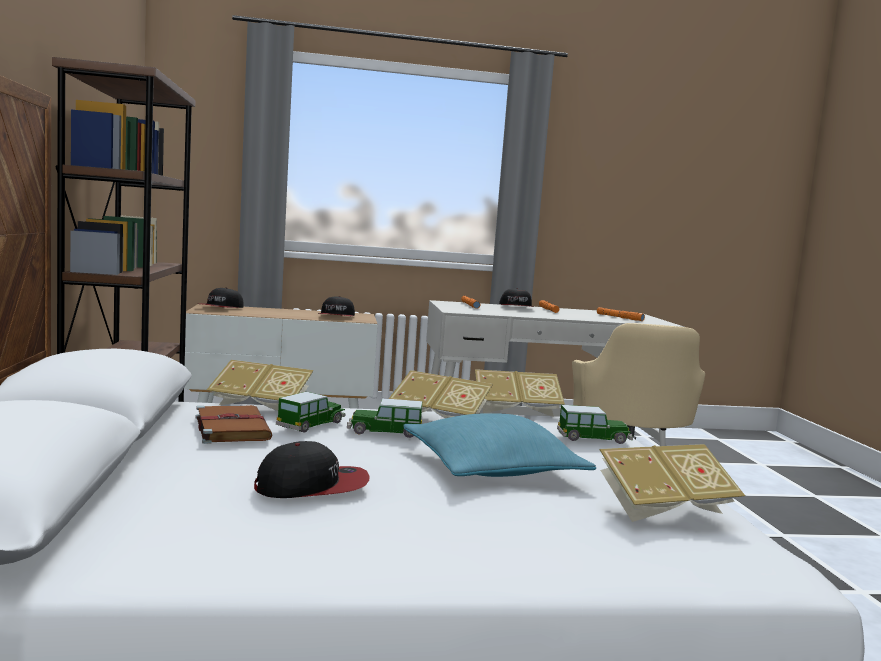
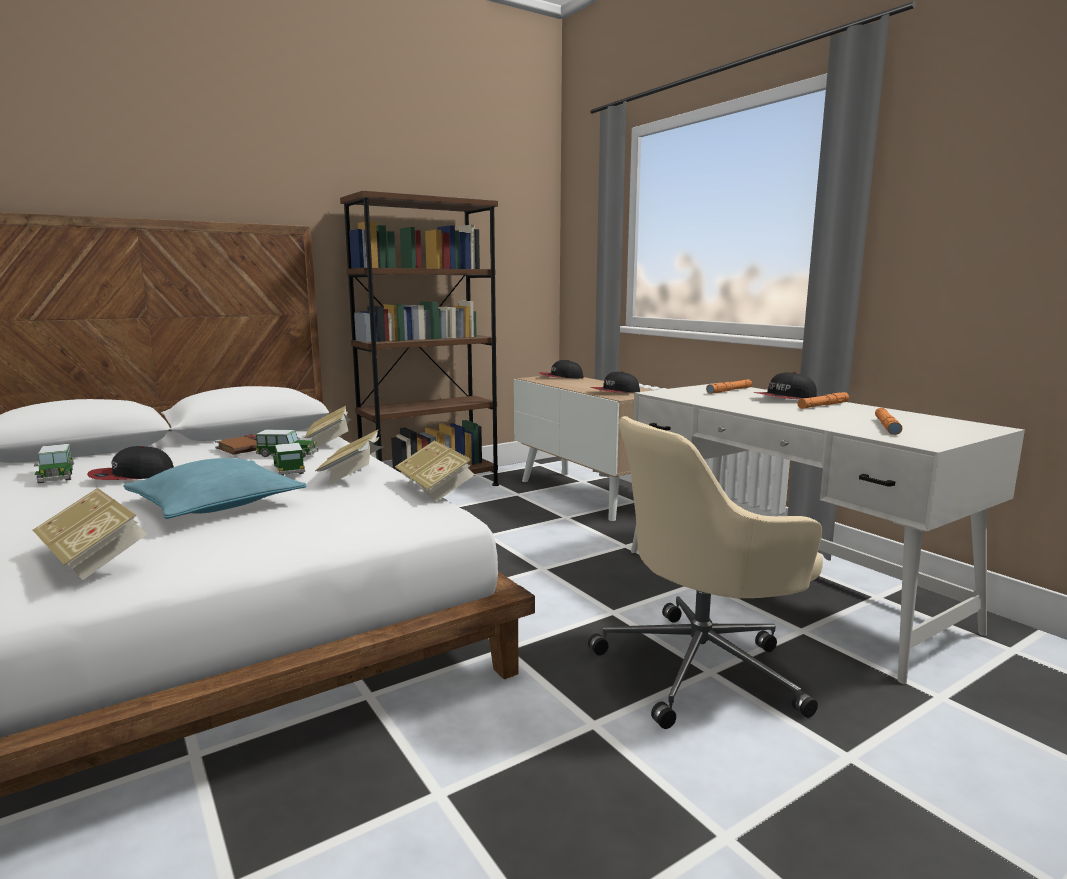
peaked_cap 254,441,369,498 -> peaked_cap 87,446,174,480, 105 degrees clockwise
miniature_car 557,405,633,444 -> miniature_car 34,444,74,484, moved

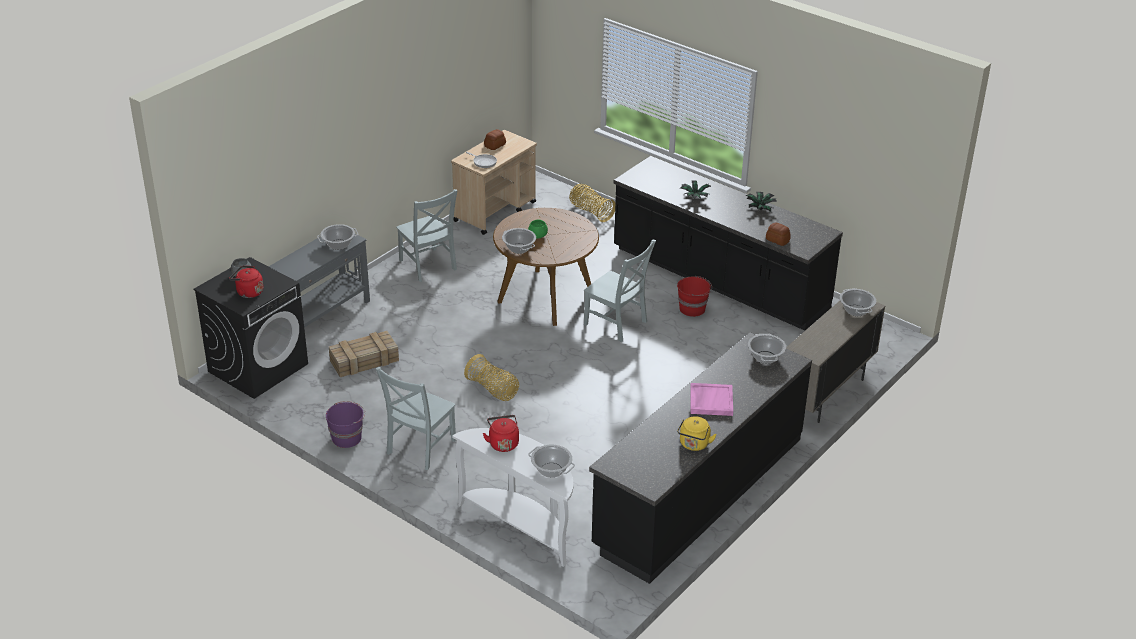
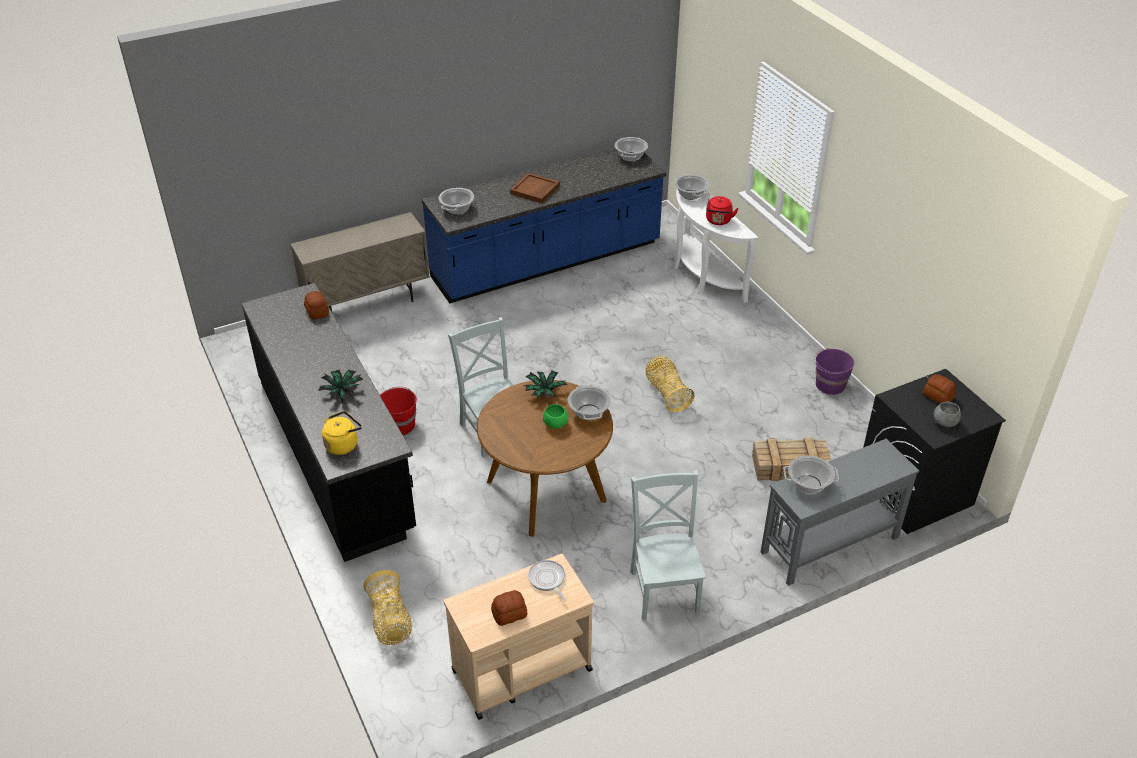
red_kettle 229,266,263,298 -> bread 923,374,956,404
greyish_chair 376,367,456,470 -> none
black_kitchen_base_unit 589,332,812,584 -> blue_kitchen_base_unit 422,148,666,304
yellowish_kettle 677,416,717,451 -> yellowish_kettle 322,411,362,455, moved
pinkish_carrying_tray 690,383,733,416 -> brown_carrying_tray 510,173,560,203
plant_in_a_pot 745,192,777,212 -> plant_in_a_pot 524,370,568,399, moved
saucepot 840,288,876,316 -> saucepot 615,137,648,162, moved

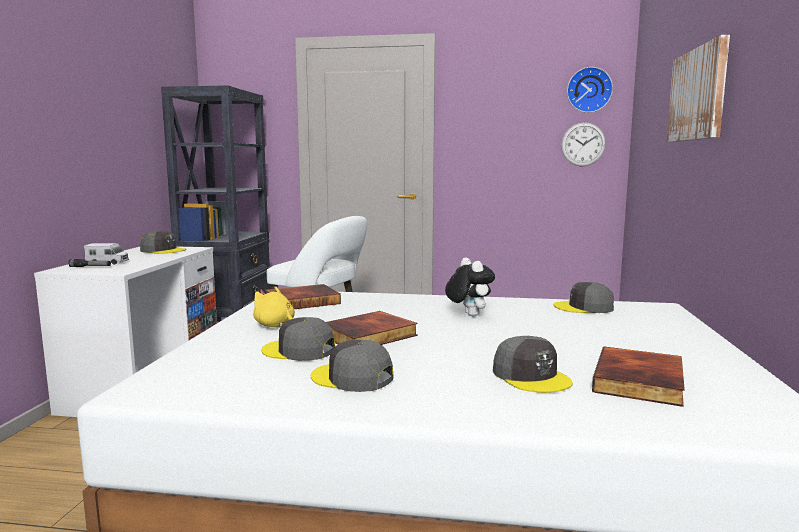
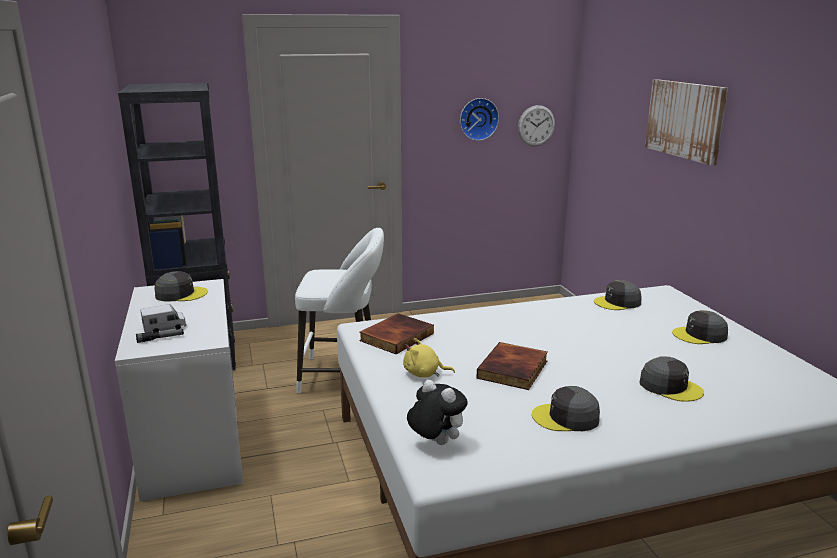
greyish_peaked_cap 261,317,335,361 -> greyish_peaked_cap 672,310,728,344, moved
soft_toy 445,258,495,316 -> soft_toy 407,380,468,445, moved
wall_clock 567,67,613,113 -> wall_clock 460,98,499,141, moved
bound_book 592,346,685,407 -> none

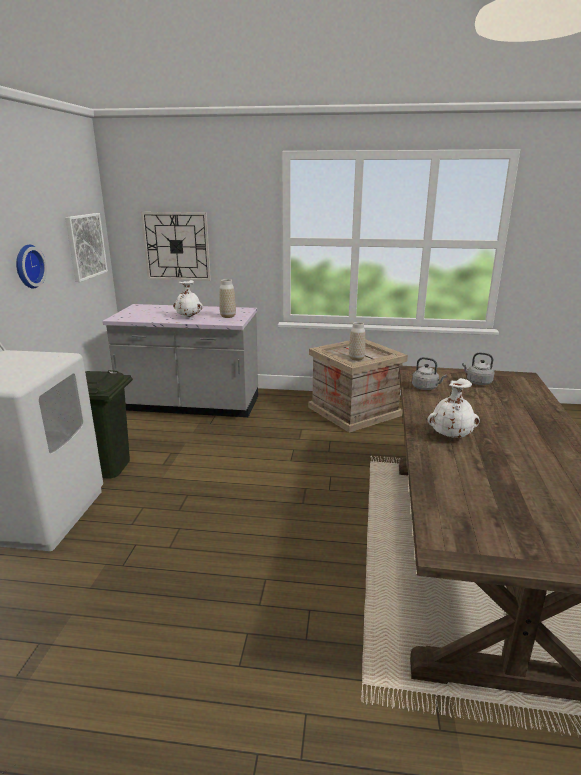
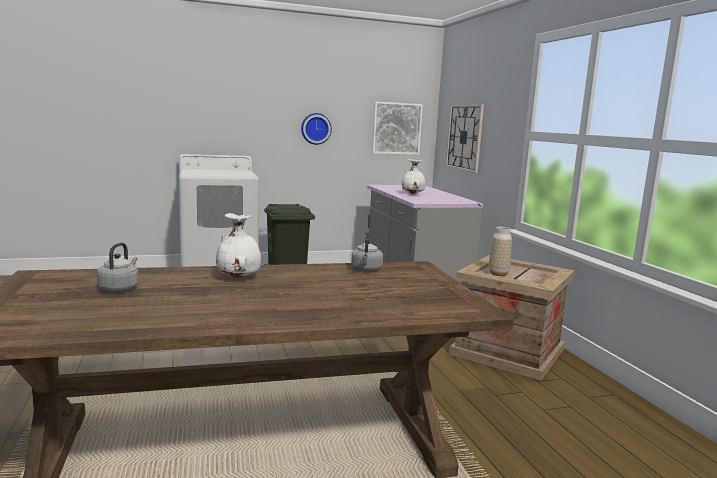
flower_vase 219,279,236,318 -> none
greyish_kettle 462,352,494,385 -> greyish_kettle 97,242,138,292, moved

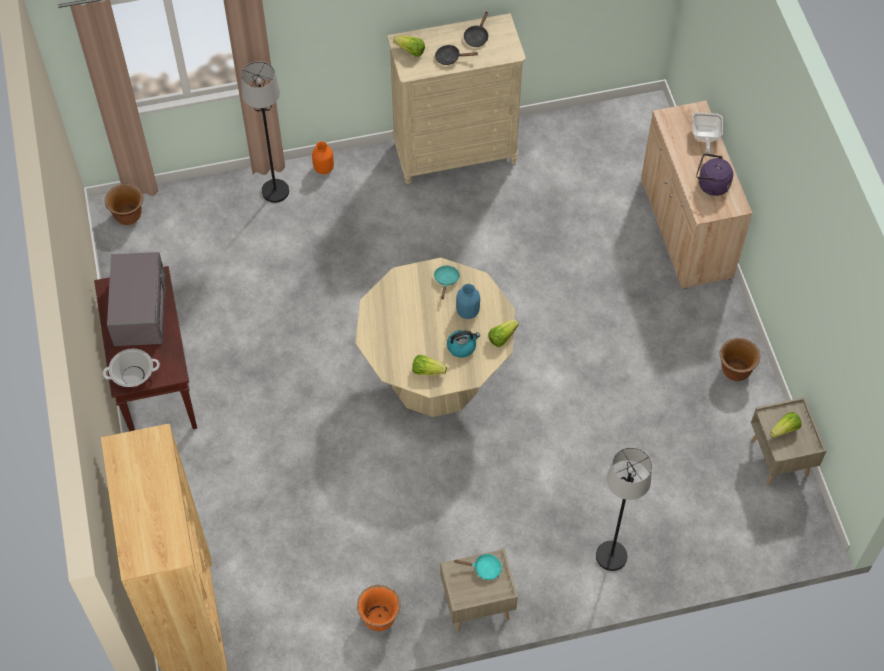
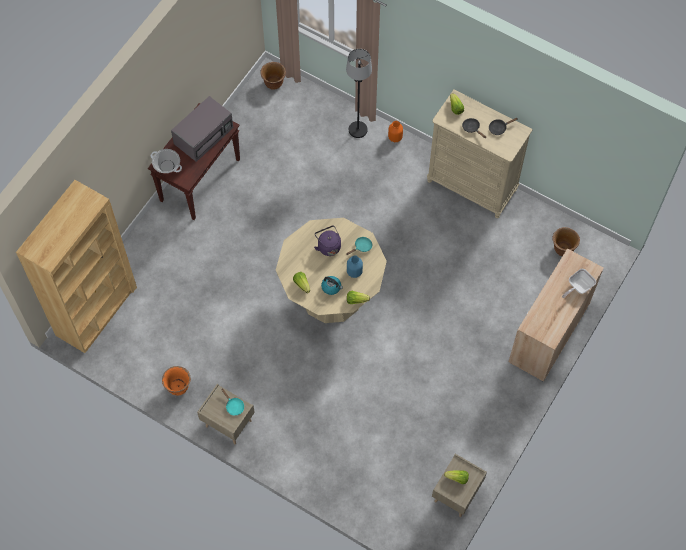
black_standing_lamp 596,447,652,571 -> none
purple_kettle 696,153,733,196 -> purple_kettle 314,225,341,256, moved
brown_planter 720,338,760,381 -> brown_planter 553,227,580,256, moved

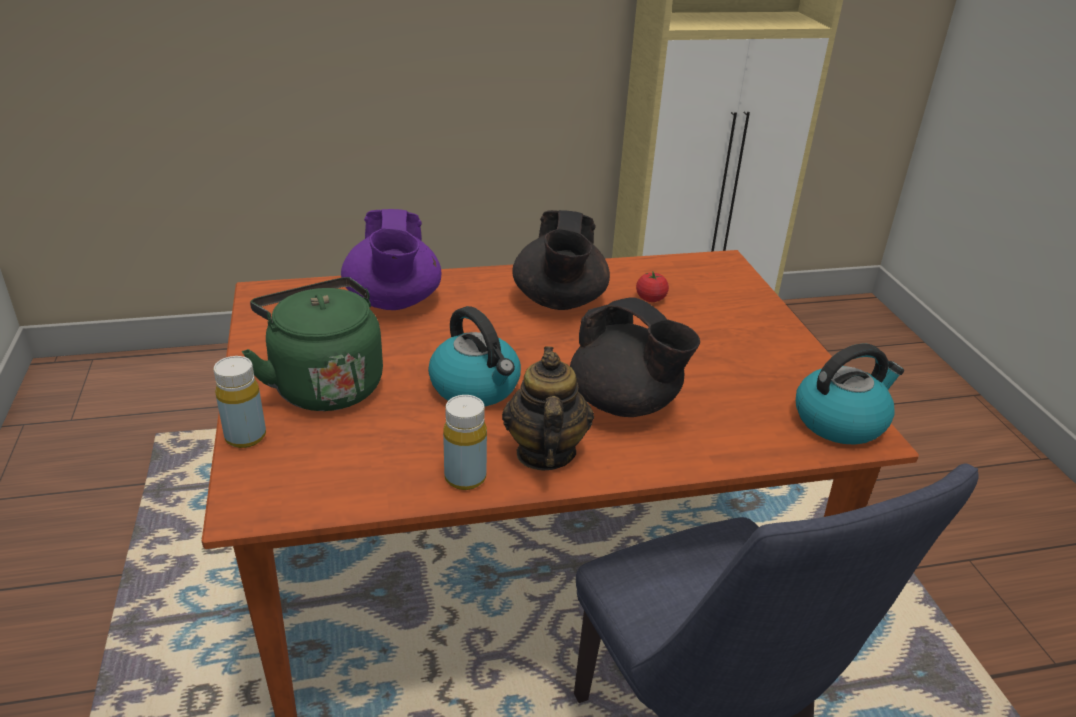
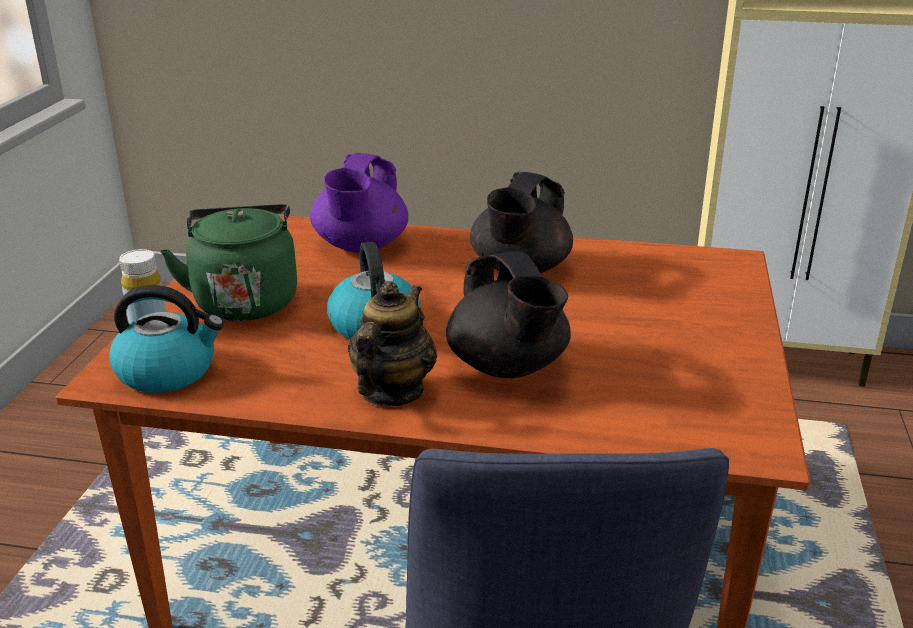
yellowish_drink_bottle 443,395,487,490 -> none
tomato 636,272,669,302 -> none
kettle 796,343,904,444 -> kettle 109,285,224,393, moved

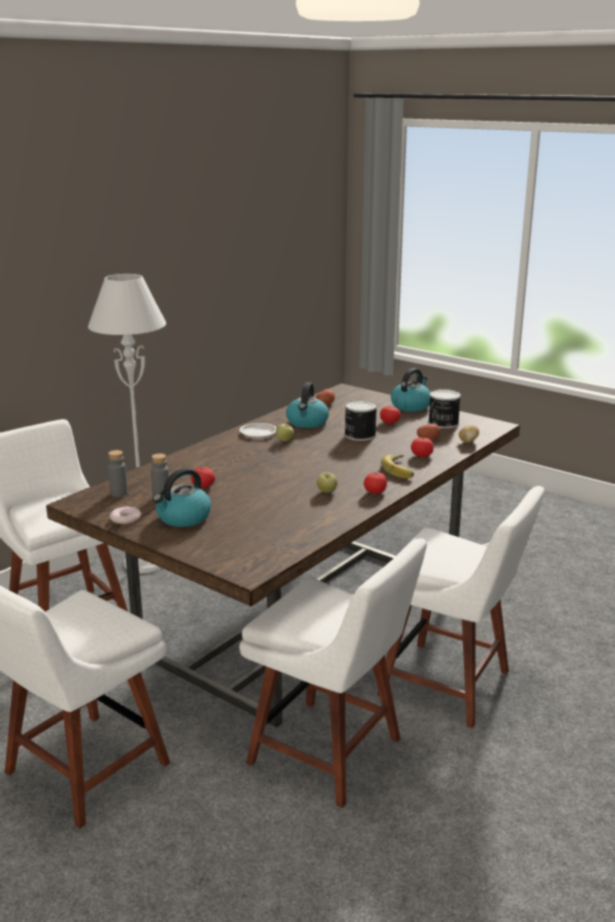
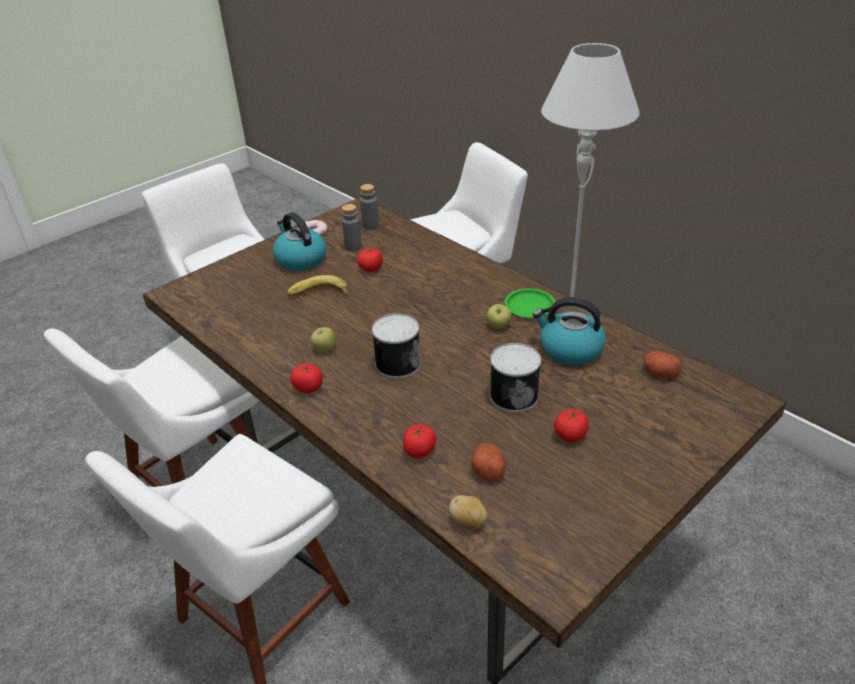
white-coloured_flat_dish 239,423,277,438 -> green-coloured_flat_dish 505,288,555,318
banana 381,455,414,478 -> banana 287,275,348,296, moved
kettle 391,368,430,412 -> none
metal_can 428,389,461,429 -> metal_can 372,314,421,379, moved

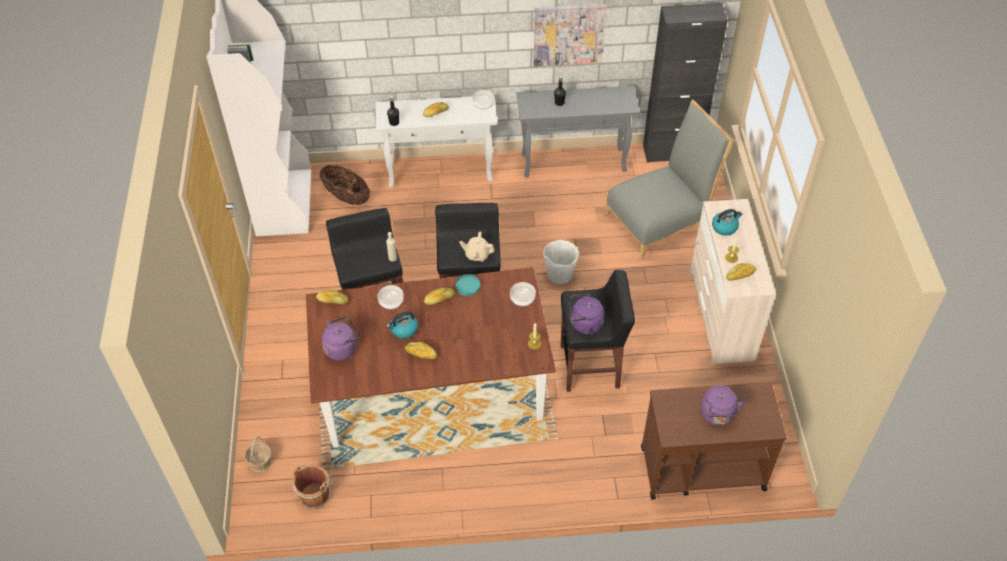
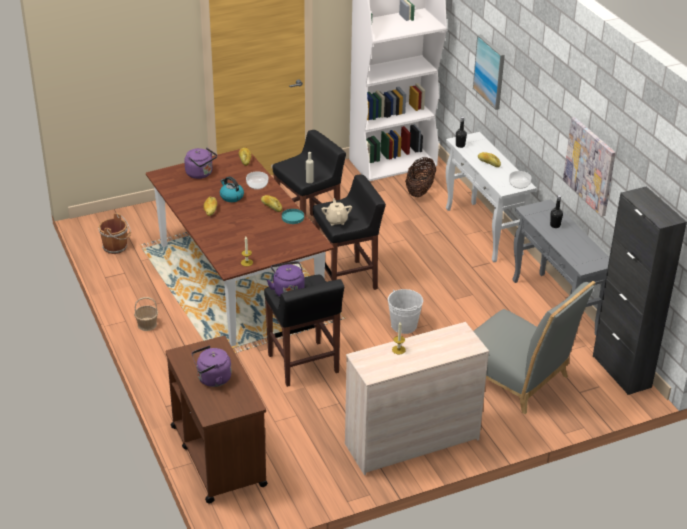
storage_basket 244,437,271,472 -> storage_basket 134,297,158,331, moved
serving_bowl 510,282,536,306 -> none
kettle 712,209,742,236 -> none
bread 726,263,756,281 -> none
none -> picture 473,34,505,110

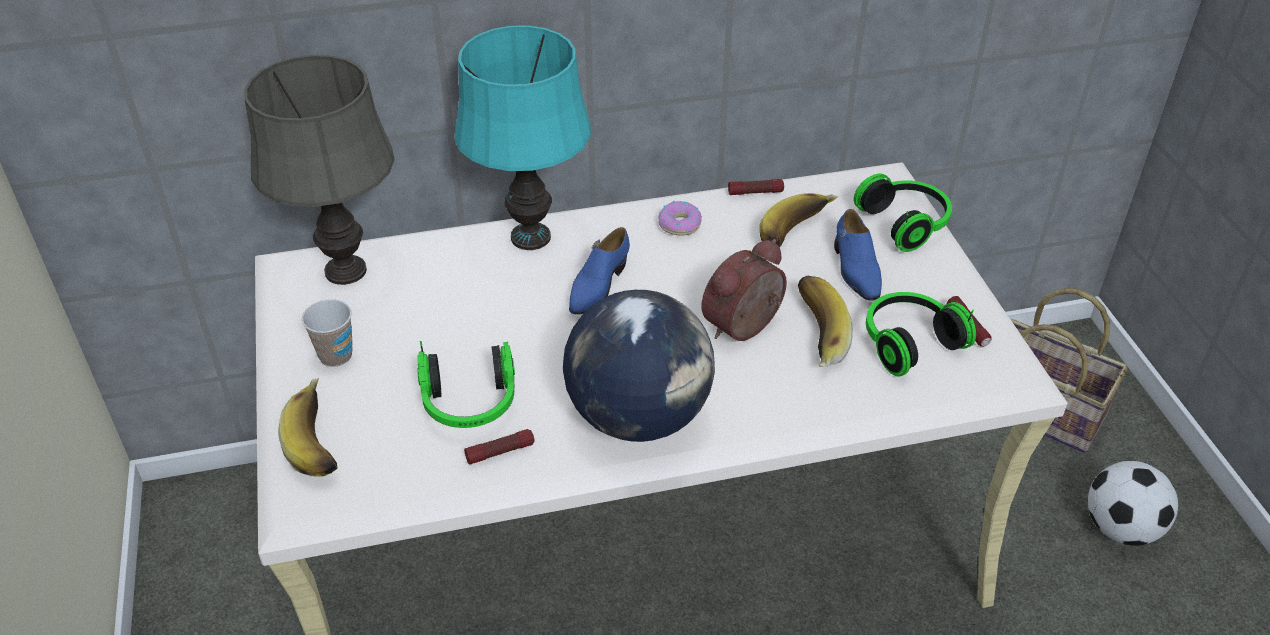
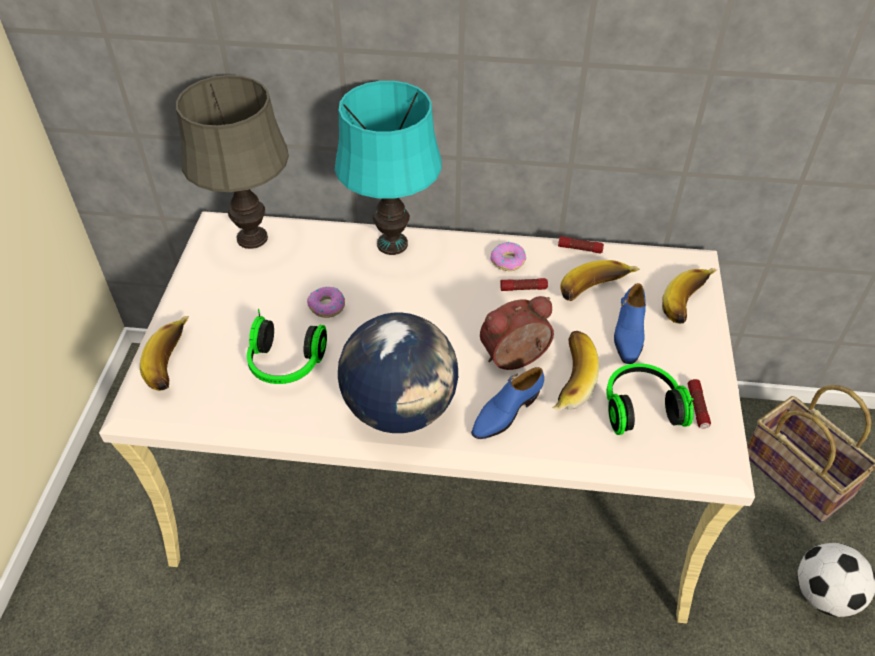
small_cup 302,299,353,367 -> none
torch 464,429,535,465 -> torch 500,278,548,291, moved
blue_item_of_footwear 569,227,630,315 -> blue_item_of_footwear 471,367,544,439, moved
headphones 854,174,952,252 -> banana 662,268,717,324
none -> ring_doughnut 307,287,345,318

